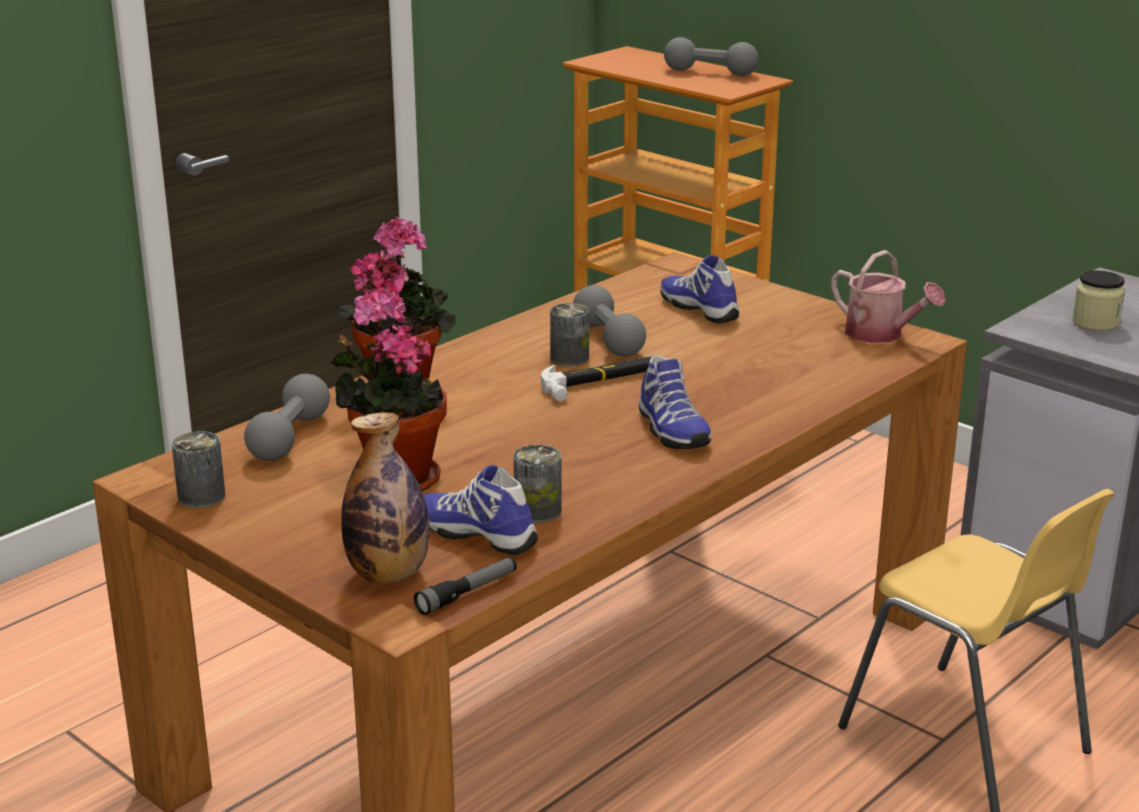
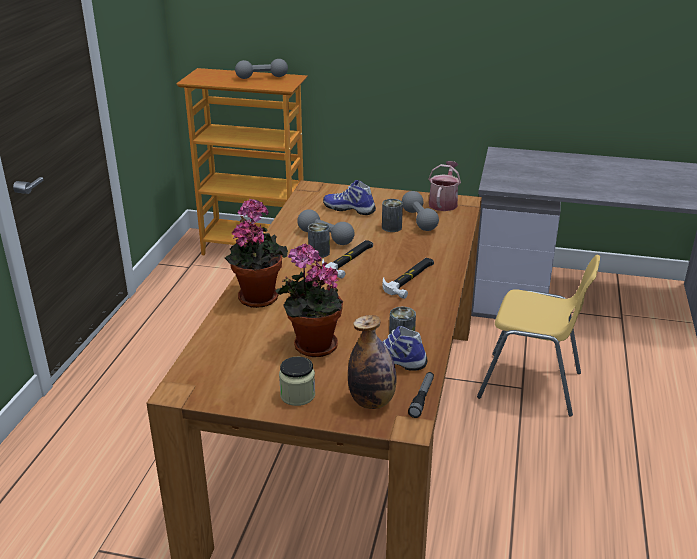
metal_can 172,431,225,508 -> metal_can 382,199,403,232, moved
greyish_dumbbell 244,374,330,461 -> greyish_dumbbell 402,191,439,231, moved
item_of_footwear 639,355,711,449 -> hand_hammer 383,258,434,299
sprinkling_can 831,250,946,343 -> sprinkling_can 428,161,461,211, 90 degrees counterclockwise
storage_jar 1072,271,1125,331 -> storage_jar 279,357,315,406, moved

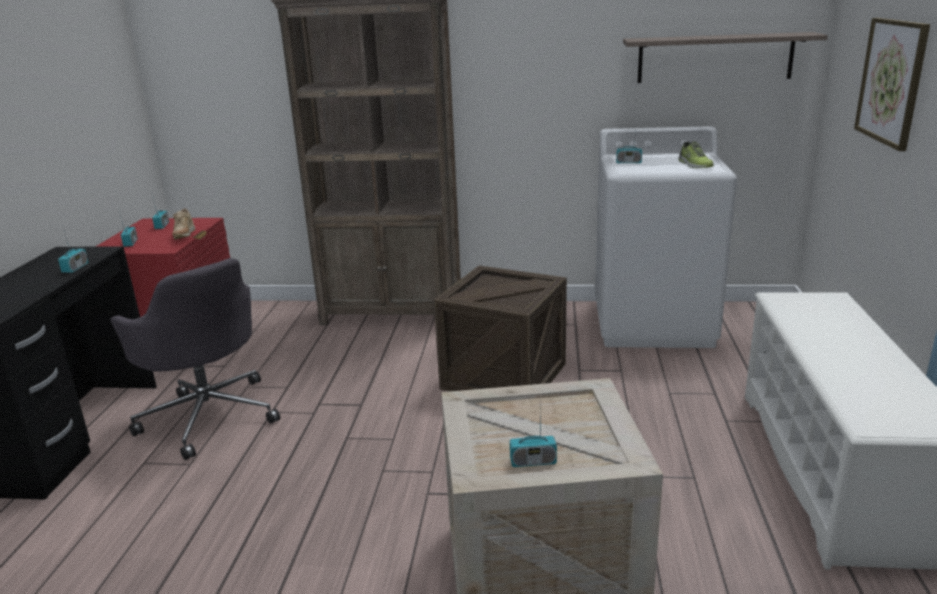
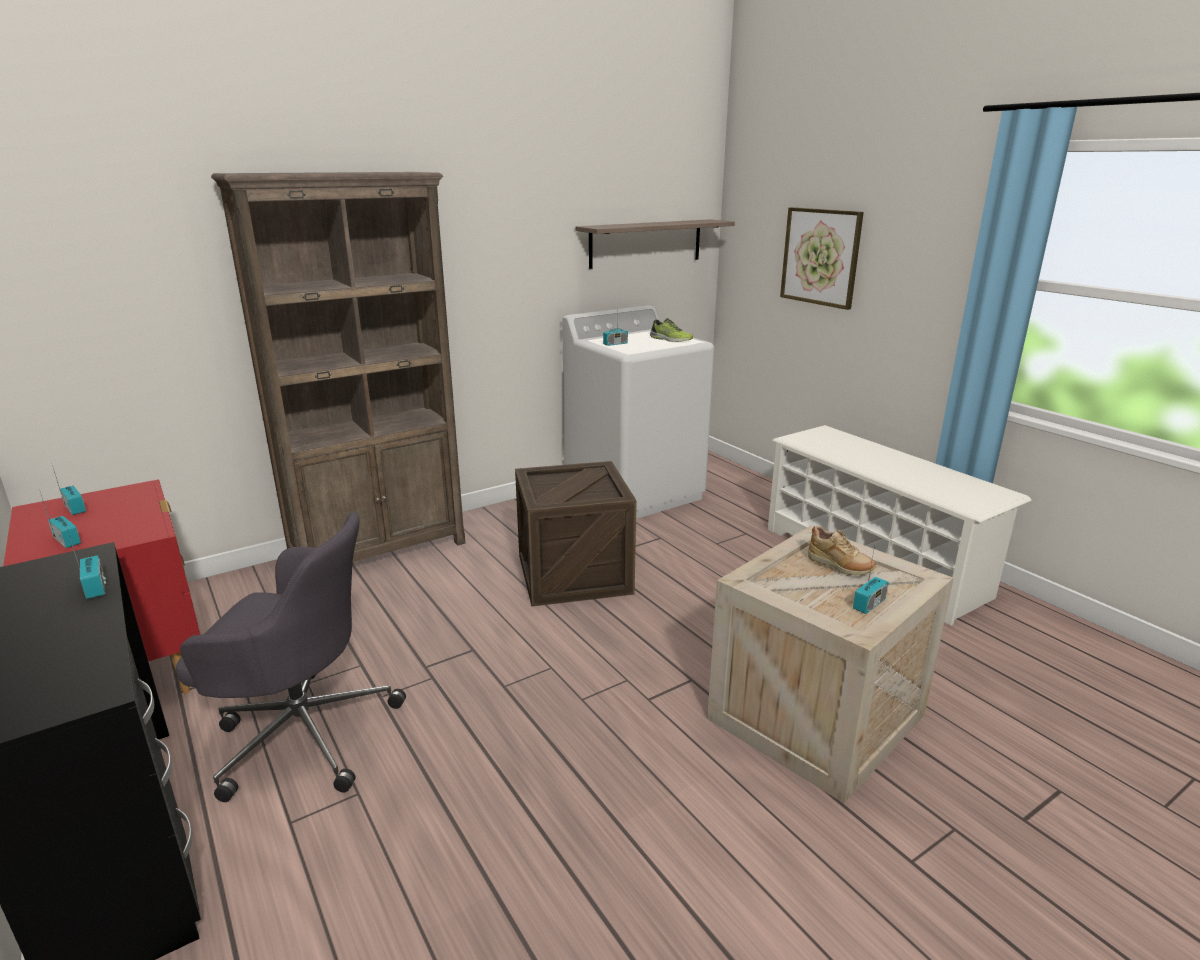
beige_item_of_footwear 172,208,195,240 -> beige_item_of_footwear 808,525,876,575, moved

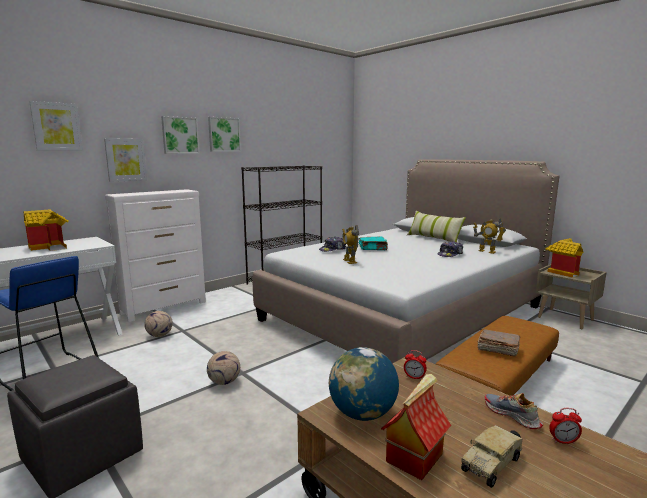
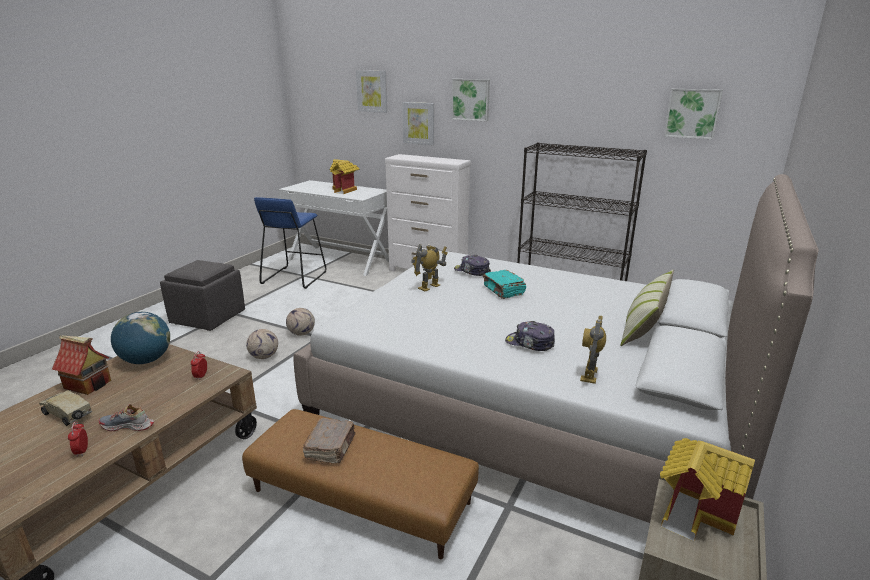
football 144,311,173,337 -> football 246,329,278,359, moved
picture 208,117,241,152 -> picture 664,89,723,139, moved
item_of_footwear 485,393,543,429 -> item_of_footwear 98,404,154,431, 120 degrees counterclockwise

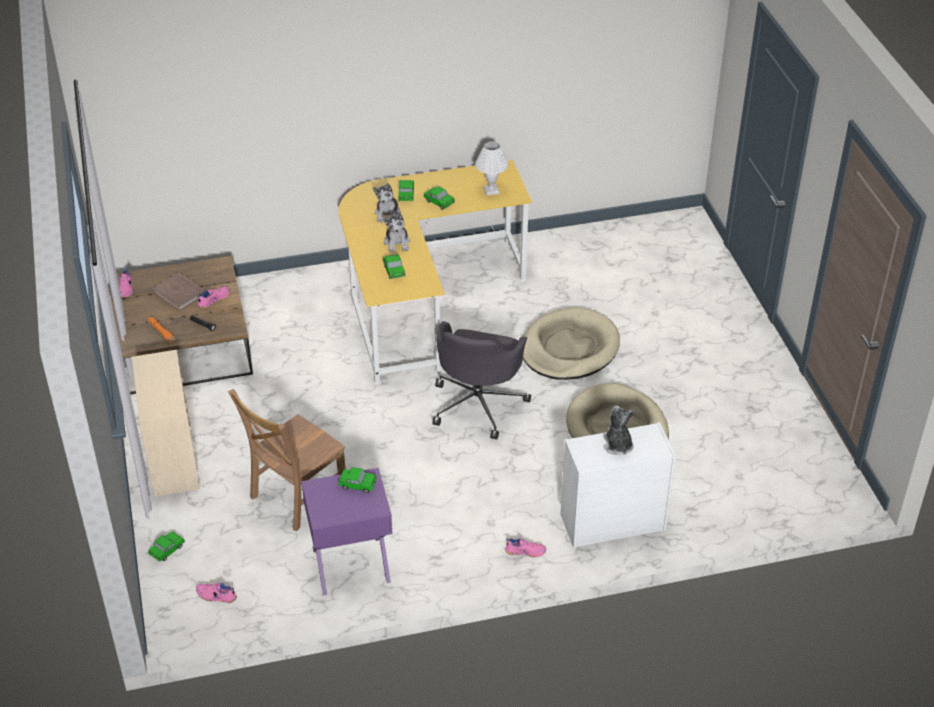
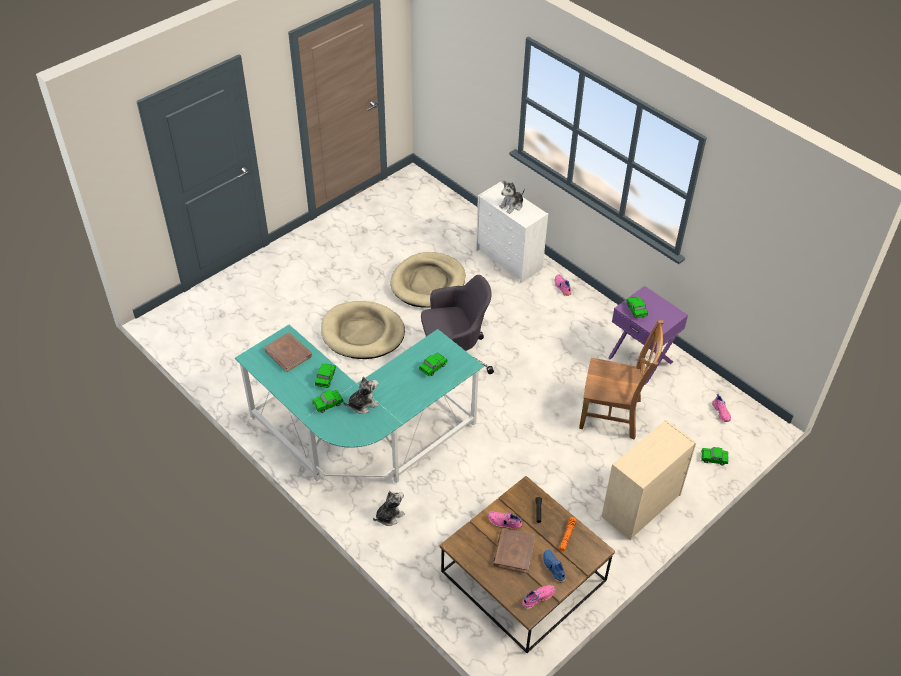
yellowish_desk 339,160,532,385 -> turquoise_desk 235,325,484,485
soft_toy 383,212,410,253 -> soft_toy 373,491,405,526, moved
white-coloured_table_lamp 475,141,509,195 -> brown_bound_book 264,332,312,372
none -> blue_item_of_footwear 543,550,566,582

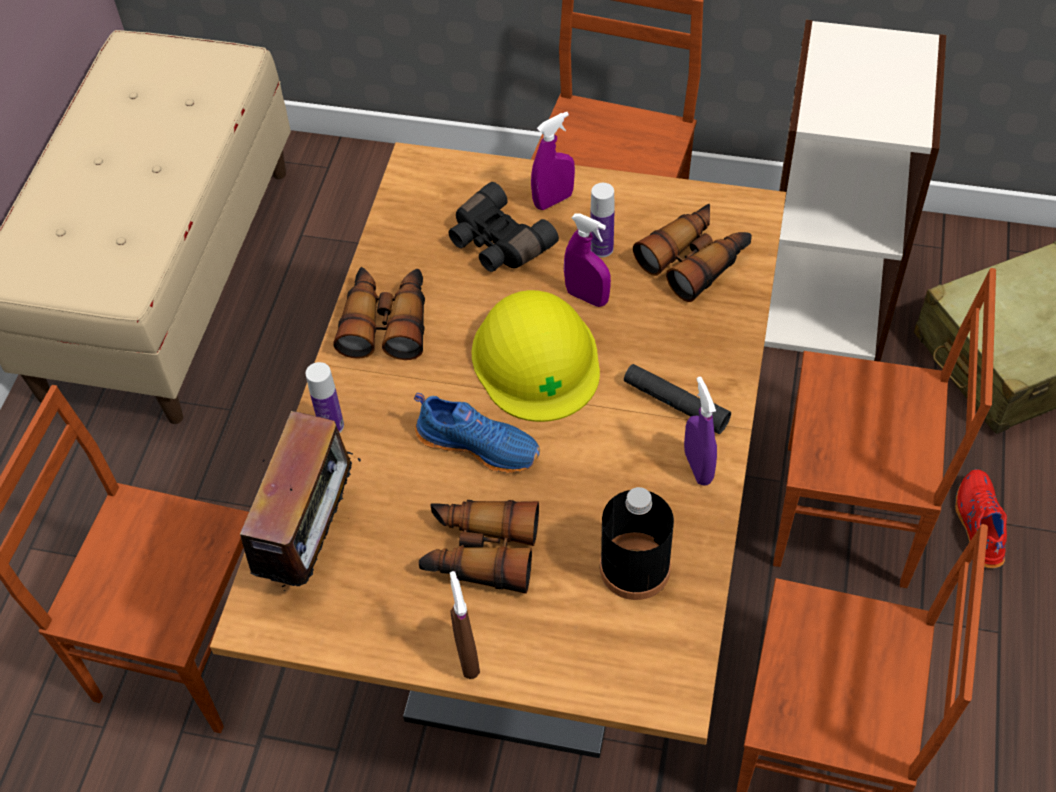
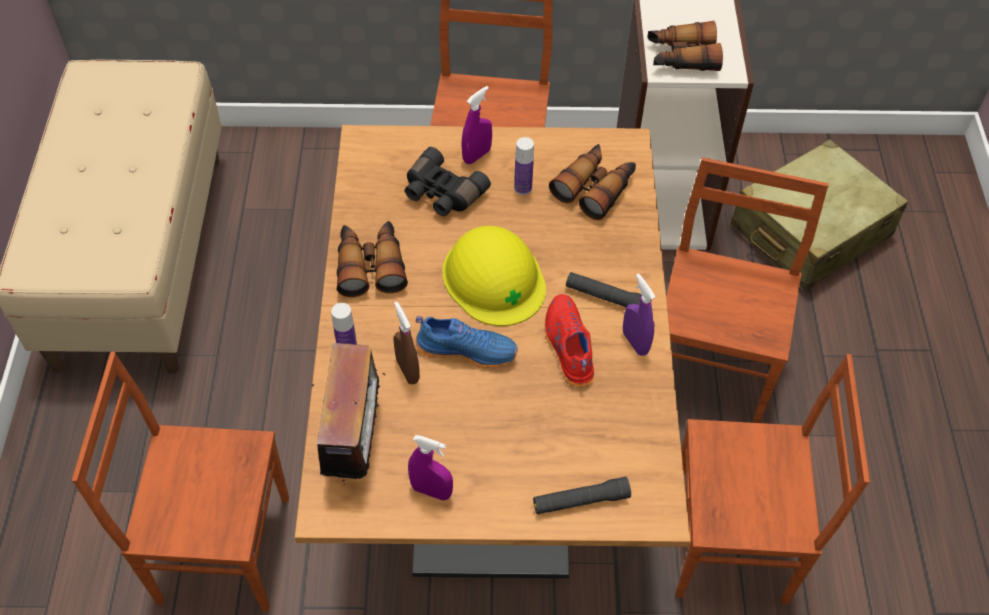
field_glasses 419,500,539,594 -> field_glasses 647,21,723,71, moved
brown_spray_bottle 450,571,480,679 -> brown_spray_bottle 394,302,420,384, moved
purple_spray_bottle 564,214,611,307 -> purple_spray_bottle 408,435,453,501, moved
black_drink_bottle 600,487,674,600 -> none
brown_chair 773,268,996,588 -> brown_chair 666,158,829,423, 75 degrees counterclockwise
red_item_of_footwear 955,469,1007,569 -> red_item_of_footwear 544,294,595,387, moved
none -> black_torch 533,477,631,514

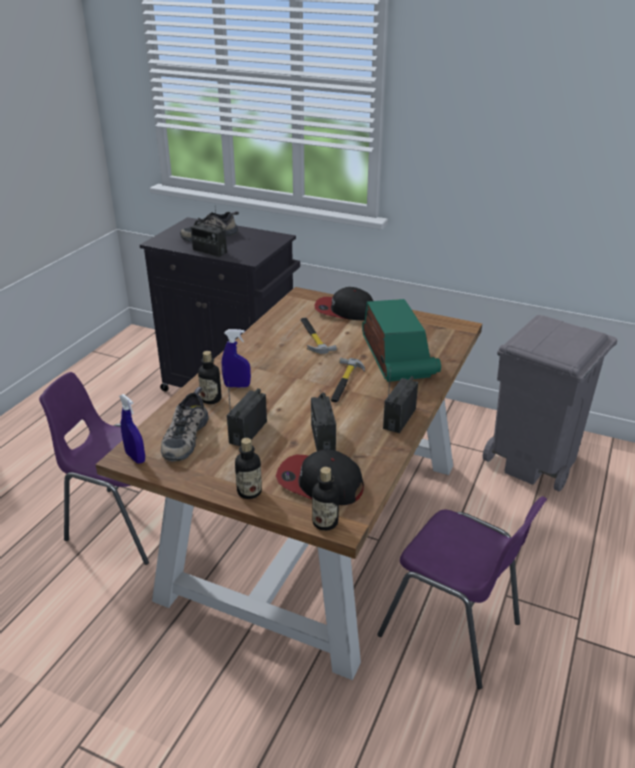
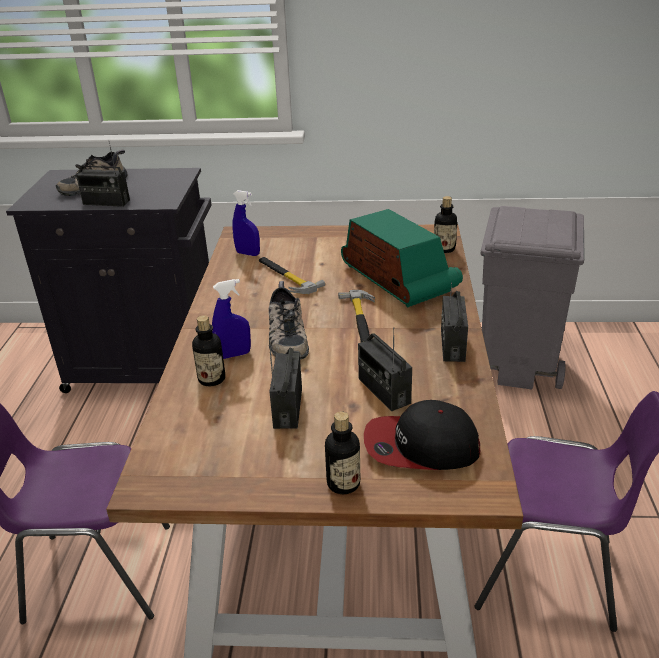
blue_spray_bottle 119,394,145,464 -> blue_spray_bottle 232,190,260,256, moved
item_of_footwear 161,387,209,461 -> item_of_footwear 268,281,309,360, moved
drink_bottle 312,467,339,531 -> drink_bottle 434,196,458,253, moved
peaked_cap 315,287,373,320 -> none

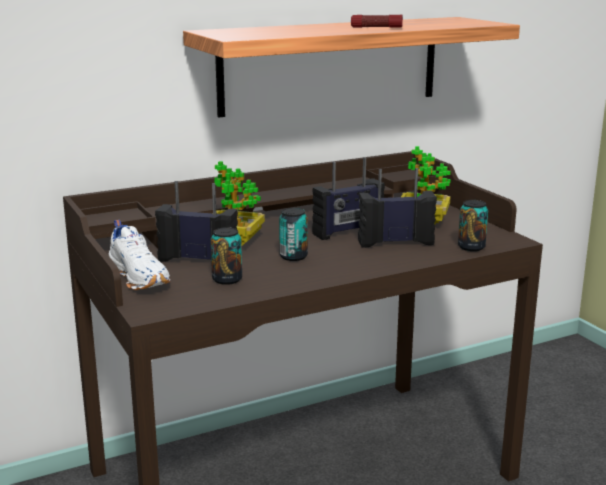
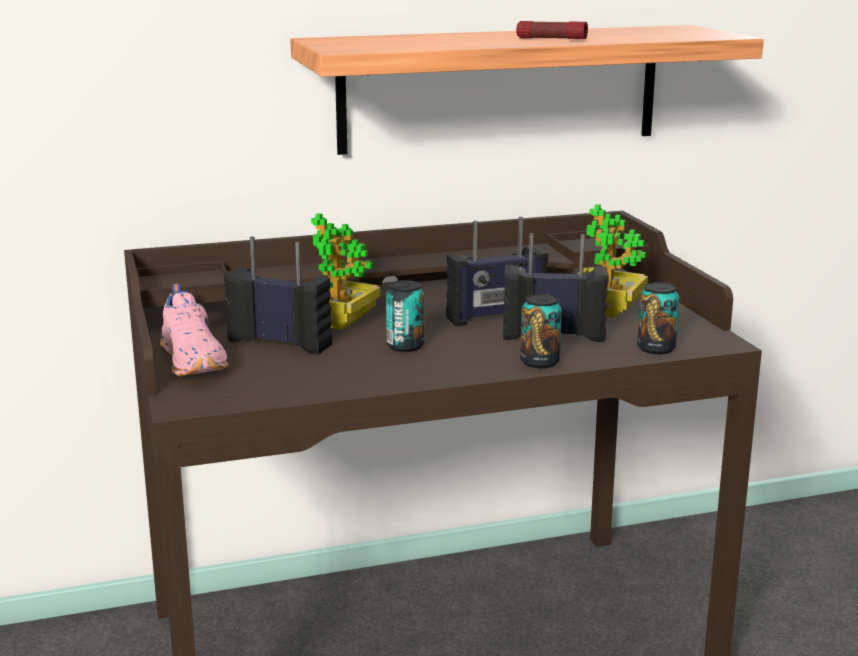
white-coloured_item_of_footwear 109,220,171,290 -> pinkish_item_of_footwear 160,284,229,376
metal_can 211,227,242,285 -> metal_can 520,294,562,368, moved

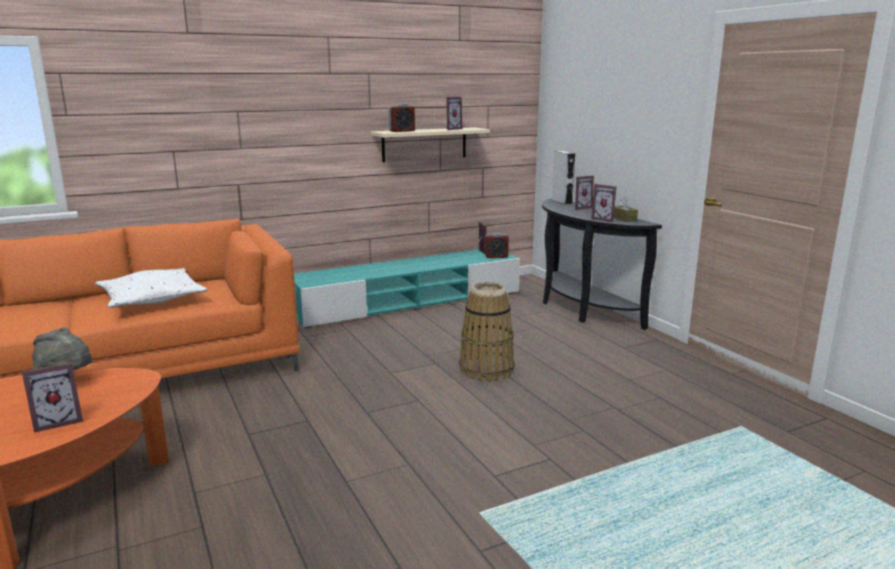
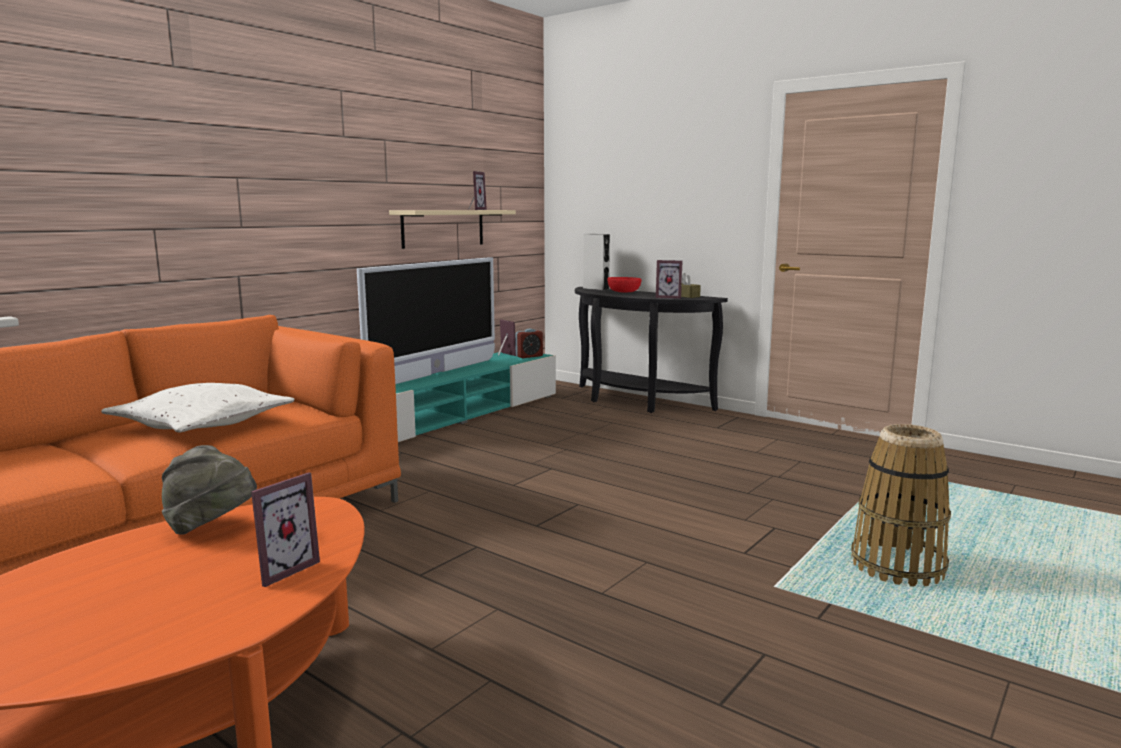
bedside_clock 389,104,415,132 -> none
storage_basket 459,282,514,382 -> storage_basket 851,424,951,586, moved
photo_frame 575,175,594,210 -> red_serving_bowl 607,277,642,293
none -> TV_set 357,257,495,384

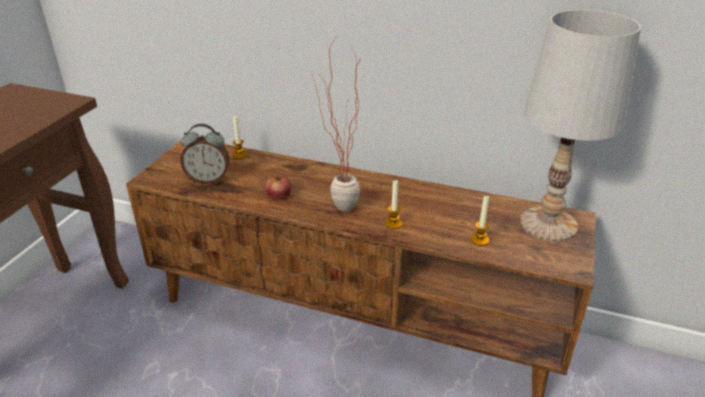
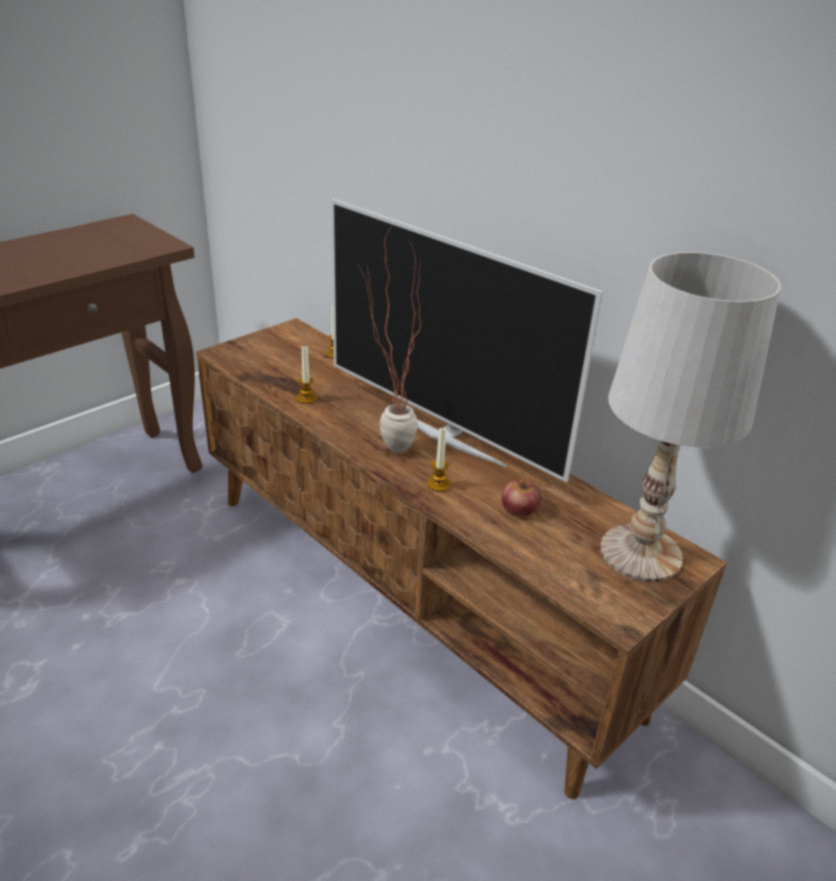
bedside_clock 180,124,230,184 -> none
apple 265,174,292,200 -> apple 501,479,541,517, moved
candle 471,195,489,246 -> candle 296,345,317,404, moved
none -> TV_set 331,199,603,483

